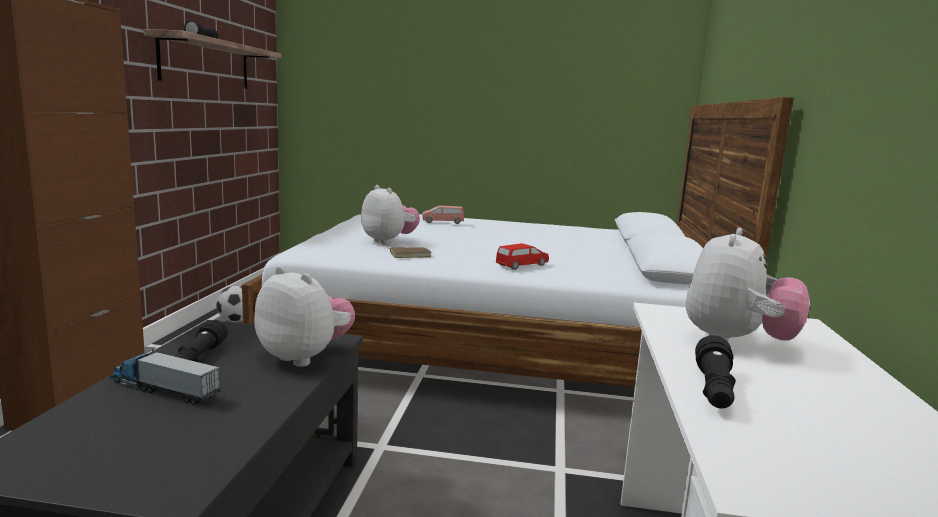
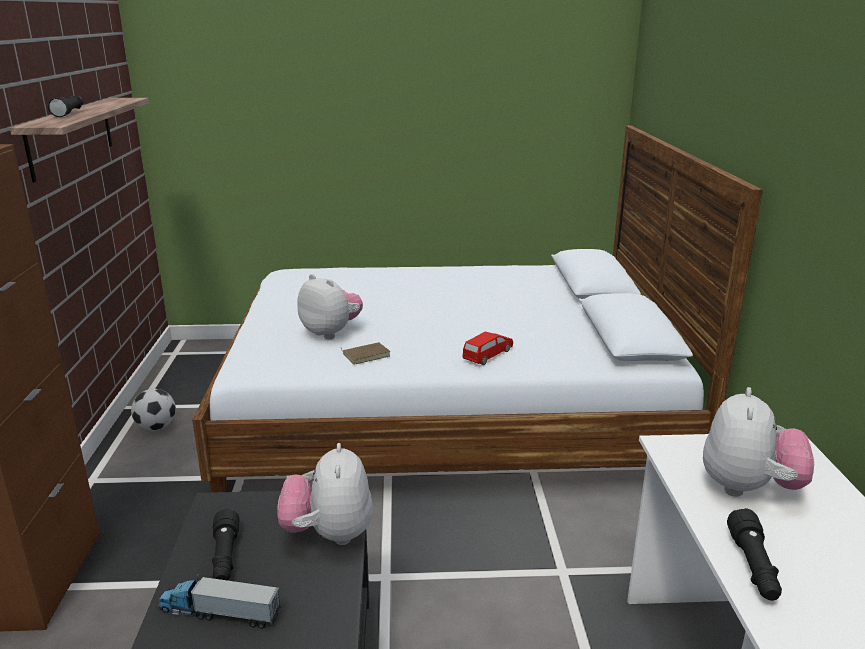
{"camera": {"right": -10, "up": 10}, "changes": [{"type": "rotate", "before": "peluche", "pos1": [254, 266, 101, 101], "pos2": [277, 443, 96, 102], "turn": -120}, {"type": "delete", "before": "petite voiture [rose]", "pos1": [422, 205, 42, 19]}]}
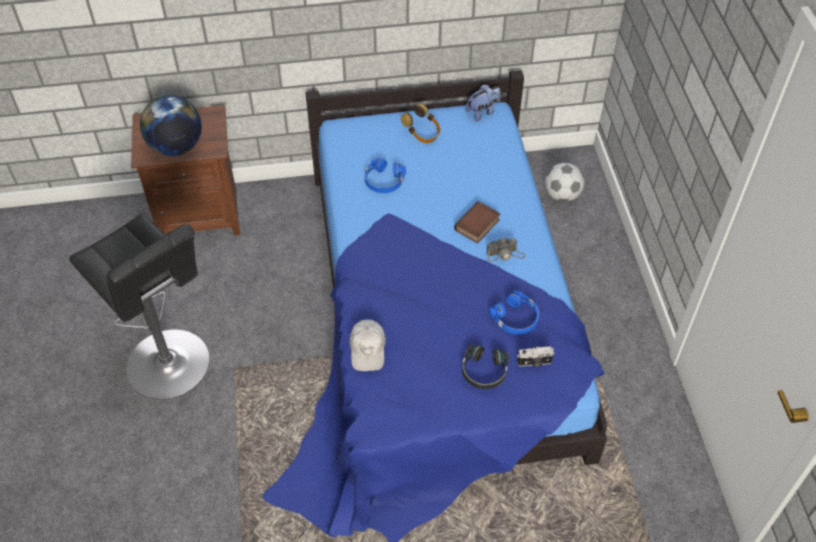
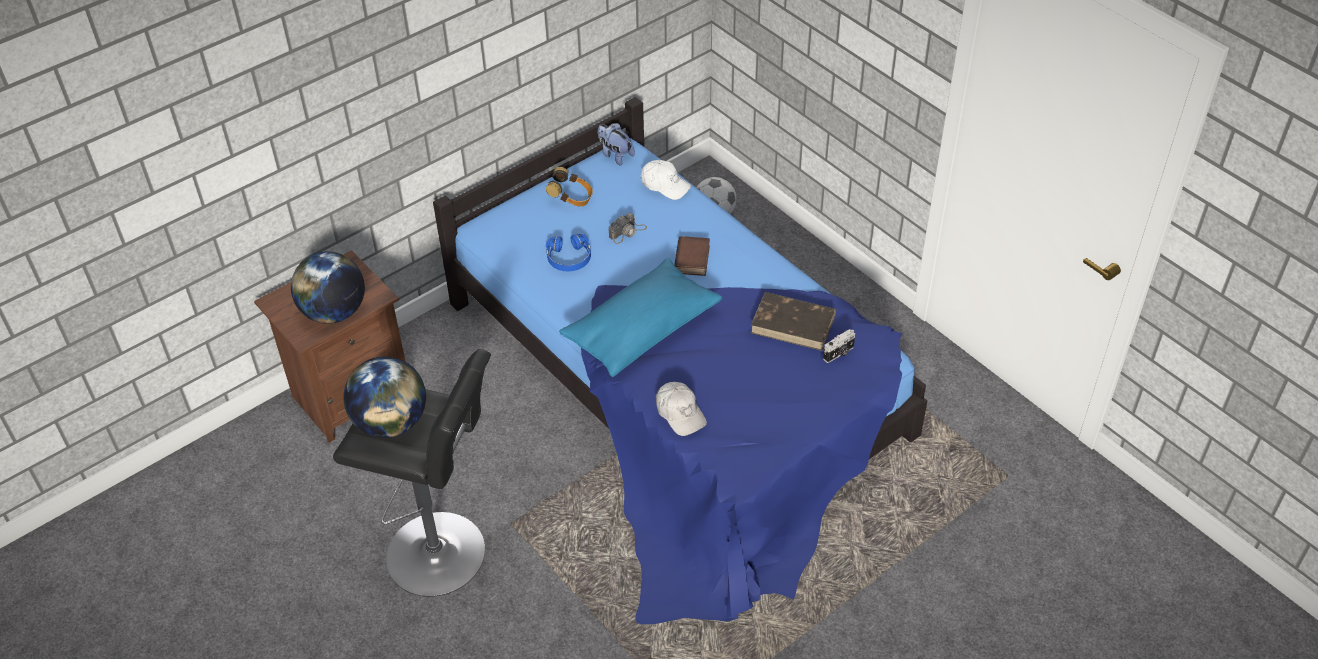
{"camera": {"right": -30, "up": -5}, "changes": [{"type": "insert", "after": "globe", "pos2": [343, 356, 83, 82]}, {"type": "insert", "after": "coussin [bleu]", "pos2": [559, 258, 163, 119]}, {"type": "rotate", "before": "peluche", "pos1": [465, 85, 36, 37], "pos2": [598, 123, 37, 43], "turn": -75}, {"type": "move", "before": "appareil photo", "pos1": [487, 238, 38, 24], "pos2": [609, 213, 38, 31]}, {"type": "insert", "after": "casquette [blanc]", "pos2": [641, 160, 50, 40]}, {"type": "replace", "before": "casque audio [bleu]", "after": "livre [marron]", "pos1": [489, 291, 50, 43], "pos2": [751, 292, 85, 59]}, {"type": "delete", "before": "casque audio [noir]", "pos1": [462, 344, 47, 45]}]}
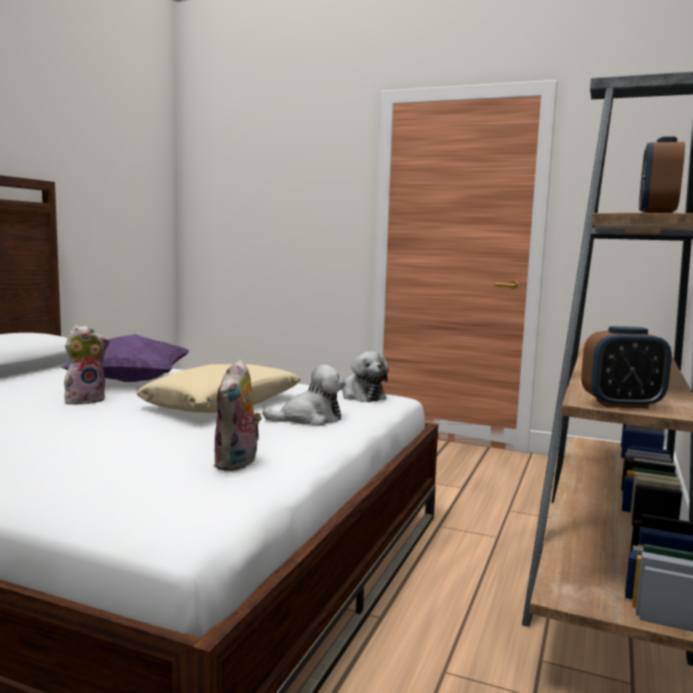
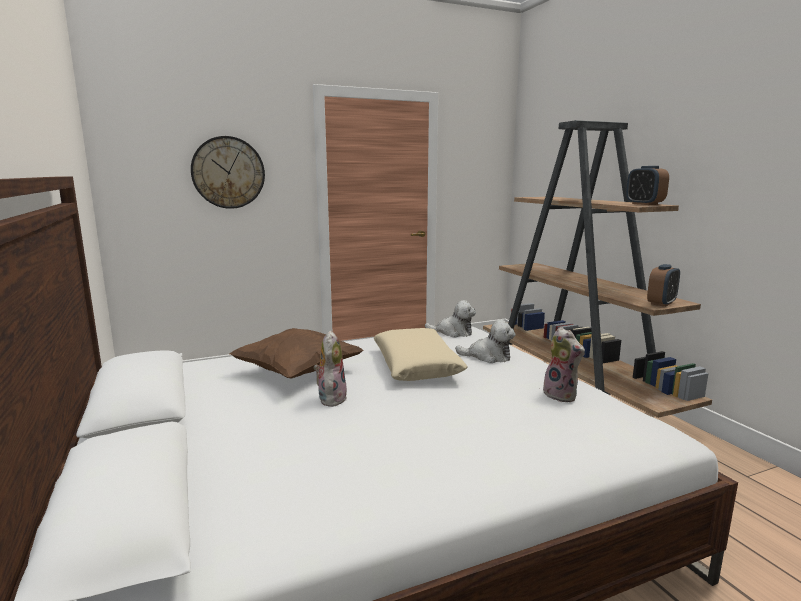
{"camera": {"right": -45, "up": 5}, "changes": [{"type": "insert", "after": "horloge murale", "pos2": [191, 136, 74, 73]}, {"type": "recolor", "before": "coussin [violet]", "after": "coussin [marron]", "pos1": [61, 334, 128, 48], "pos2": [229, 328, 134, 50]}, {"type": "rotate", "before": "peluche", "pos1": [262, 365, 84, 61], "pos2": [455, 320, 61, 43], "turn": 75}]}
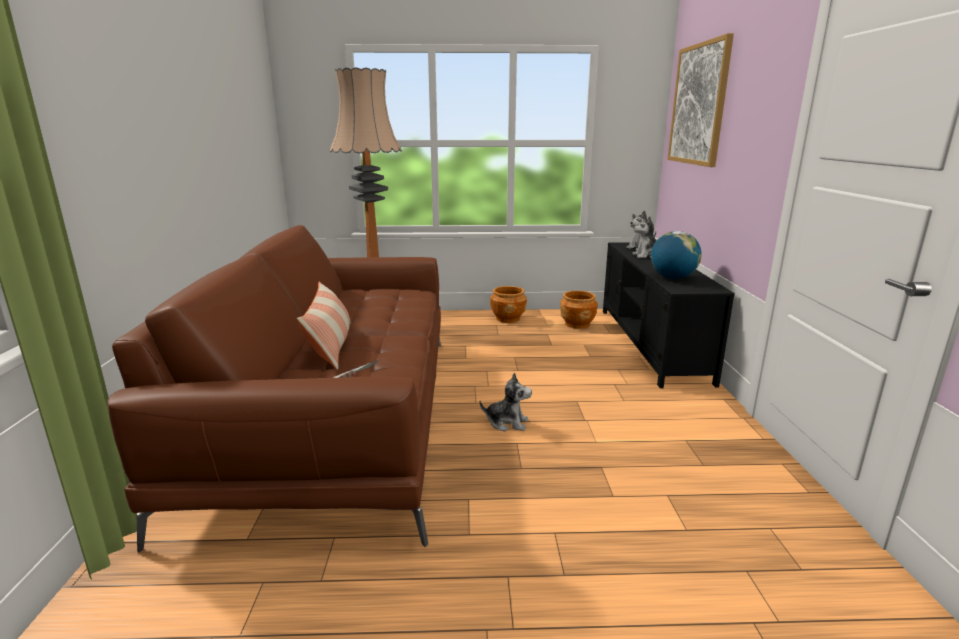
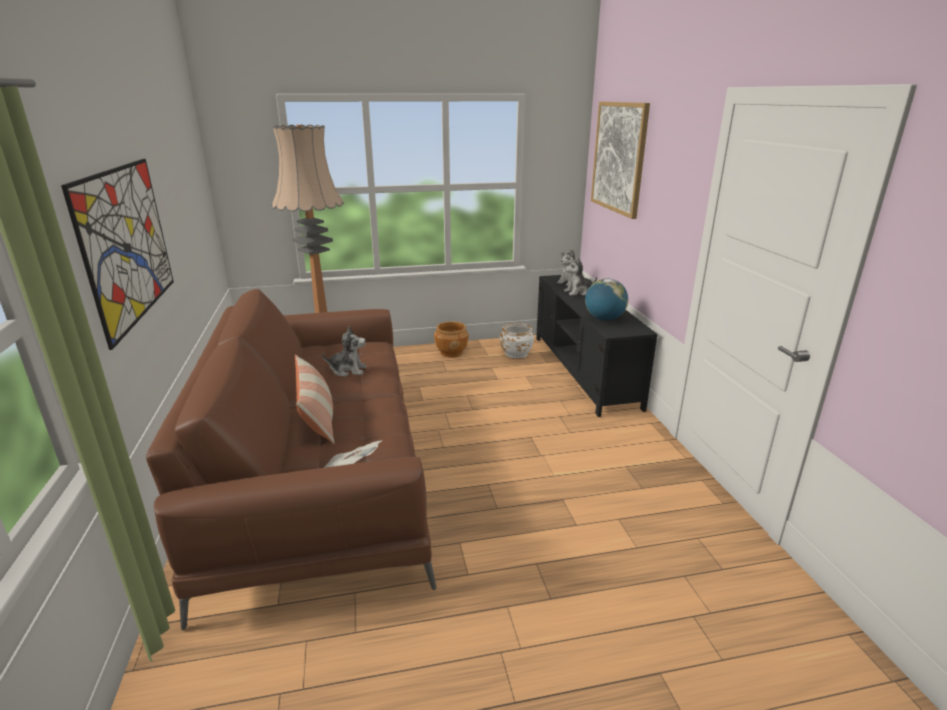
{"camera": {"right": -10, "up": 5}, "changes": [{"type": "insert", "after": "tableau", "pos2": [61, 159, 113, 191]}, {"type": "move", "before": "peluche", "pos1": [480, 372, 52, 60], "pos2": [322, 326, 45, 51]}, {"type": "recolor", "before": "cache-pot [marron]", "after": "cache-pot [blanc]", "pos1": [560, 291, 38, 38], "pos2": [500, 323, 34, 36]}]}
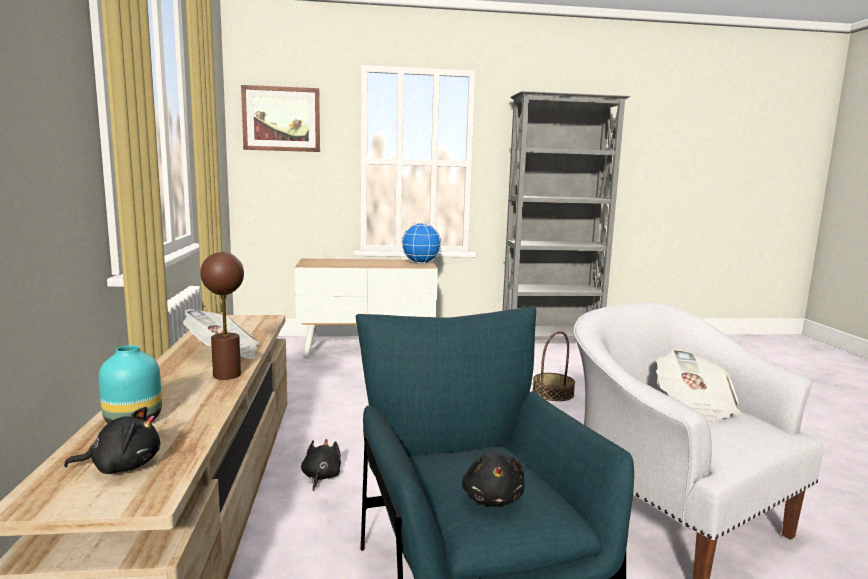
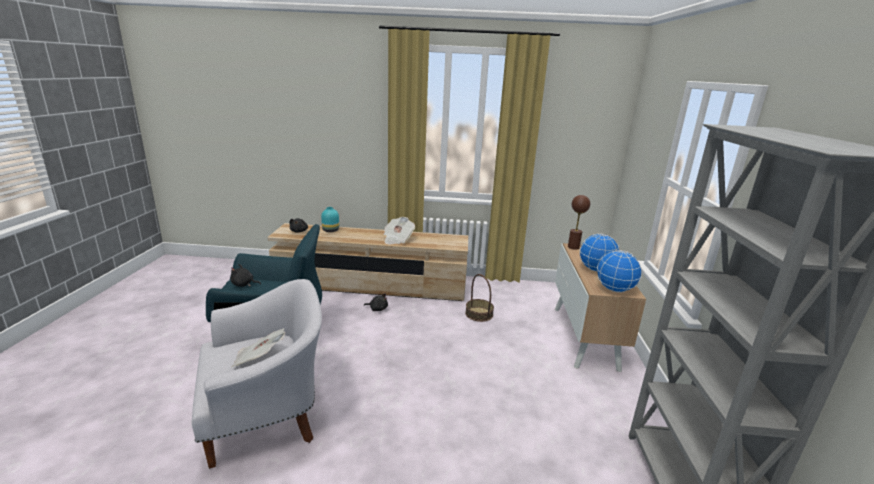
{"camera": {"right": 100, "up": 10}, "changes": [{"type": "move", "before": "panier", "pos1": [532, 331, 43, 70], "pos2": [465, 274, 29, 48]}, {"type": "move", "before": "lampe de table [marron]", "pos1": [200, 252, 44, 128], "pos2": [568, 195, 22, 55]}, {"type": "insert", "after": "globe", "pos2": [580, 234, 40, 38]}, {"type": "delete", "before": "tableau", "pos1": [241, 85, 79, 67]}]}
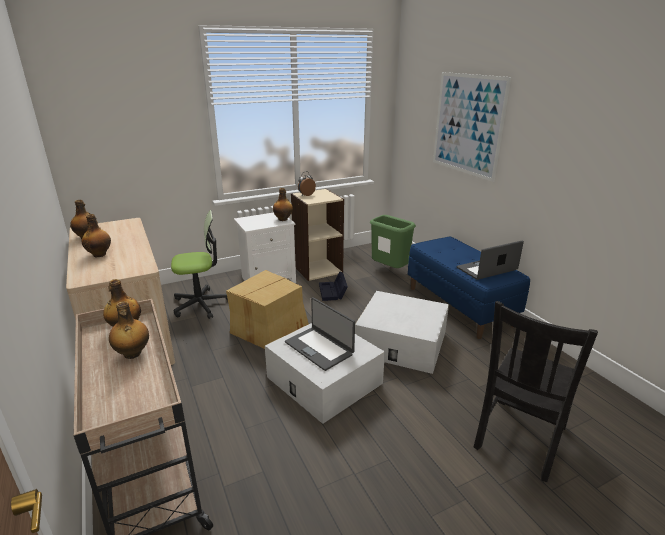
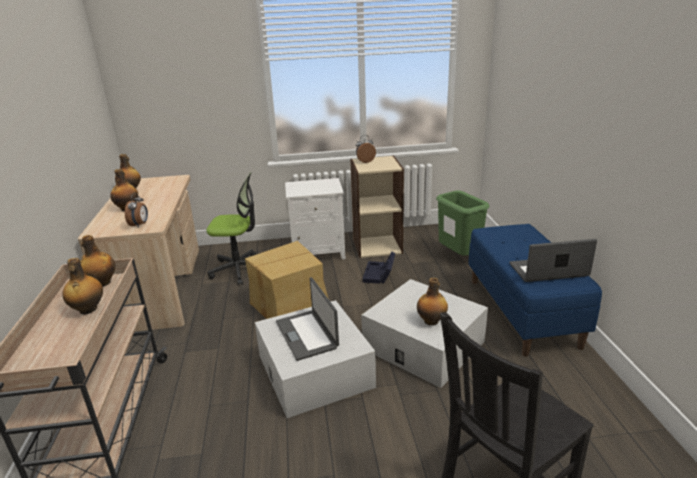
{"camera": {"right": 20, "up": 0}, "changes": [{"type": "insert", "after": "réveil", "pos2": [125, 193, 23, 35]}, {"type": "move", "before": "bouteille", "pos1": [273, 188, 20, 33], "pos2": [417, 277, 31, 48]}, {"type": "delete", "before": "tableau", "pos1": [433, 72, 78, 110]}]}
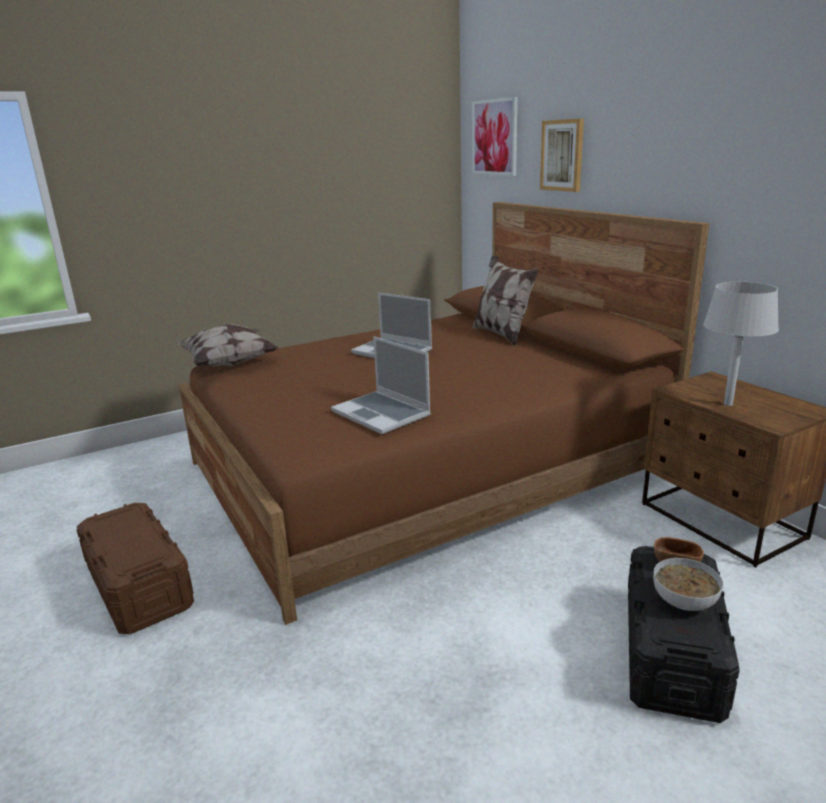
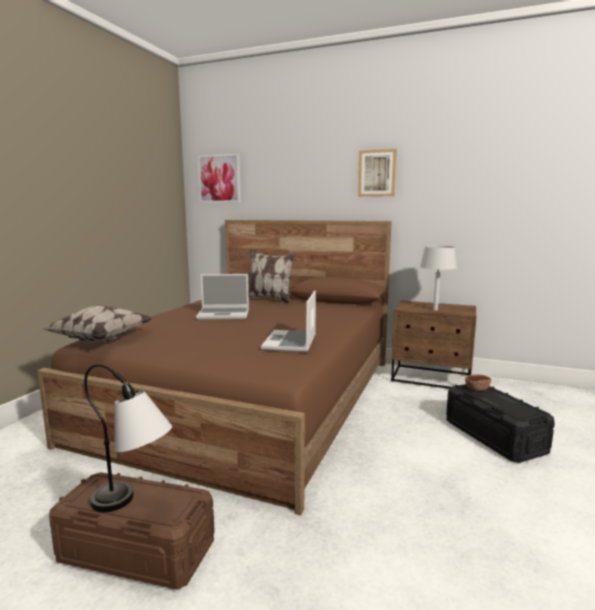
{"camera": {"right": -40, "up": -10}, "changes": [{"type": "insert", "after": "lampe de table", "pos2": [84, 364, 88, 148]}, {"type": "rotate", "before": "ordinateur portable", "pos1": [331, 336, 100, 98], "pos2": [261, 290, 55, 62], "turn": 90}, {"type": "move", "before": "tableau", "pos1": [540, 118, 44, 74], "pos2": [358, 149, 39, 48]}, {"type": "delete", "before": "bol", "pos1": [653, 558, 70, 53]}]}
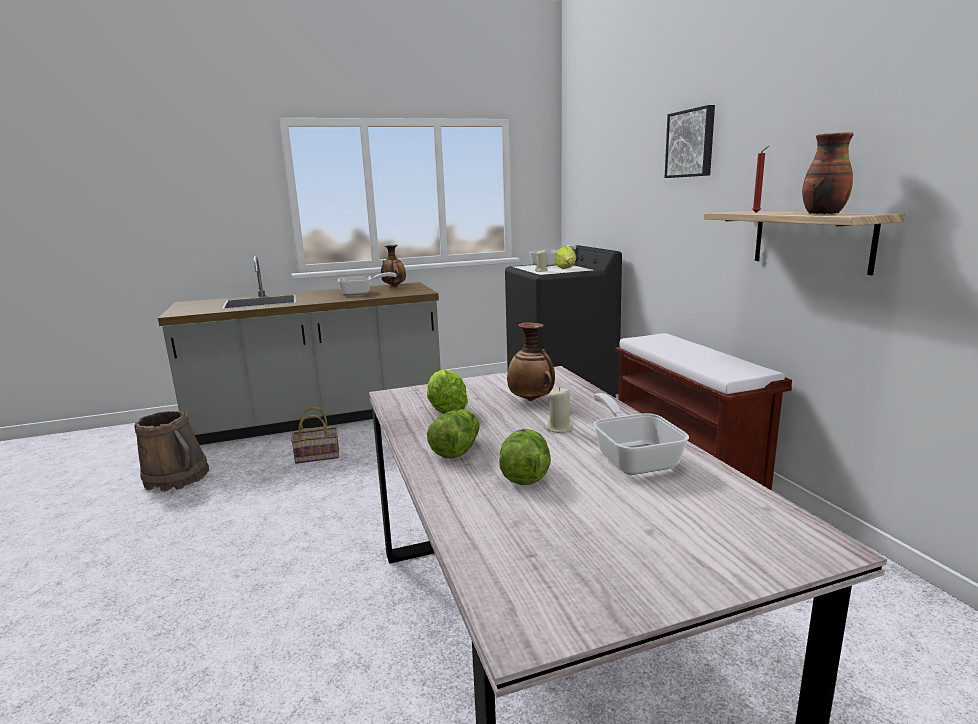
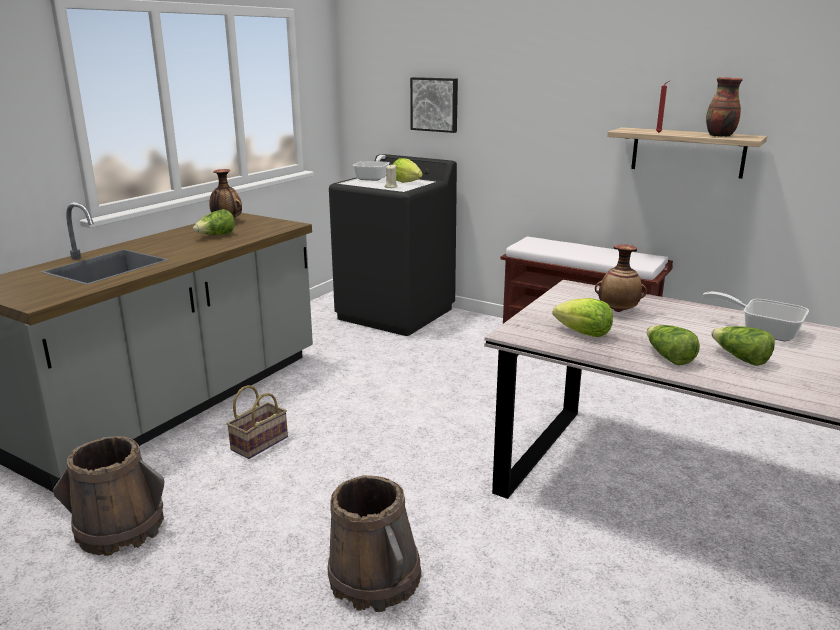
{"camera": {"right": -40, "up": 5}, "changes": [{"type": "replace", "before": "poêle", "after": "laitue", "pos1": [338, 272, 59, 23], "pos2": [193, 209, 42, 26]}, {"type": "insert", "after": "seau [marron]", "pos2": [328, 475, 94, 137]}, {"type": "move", "before": "tableau", "pos1": [665, 105, 50, 73], "pos2": [410, 77, 48, 56]}, {"type": "delete", "before": "bougie [beige]", "pos1": [547, 387, 26, 46]}]}
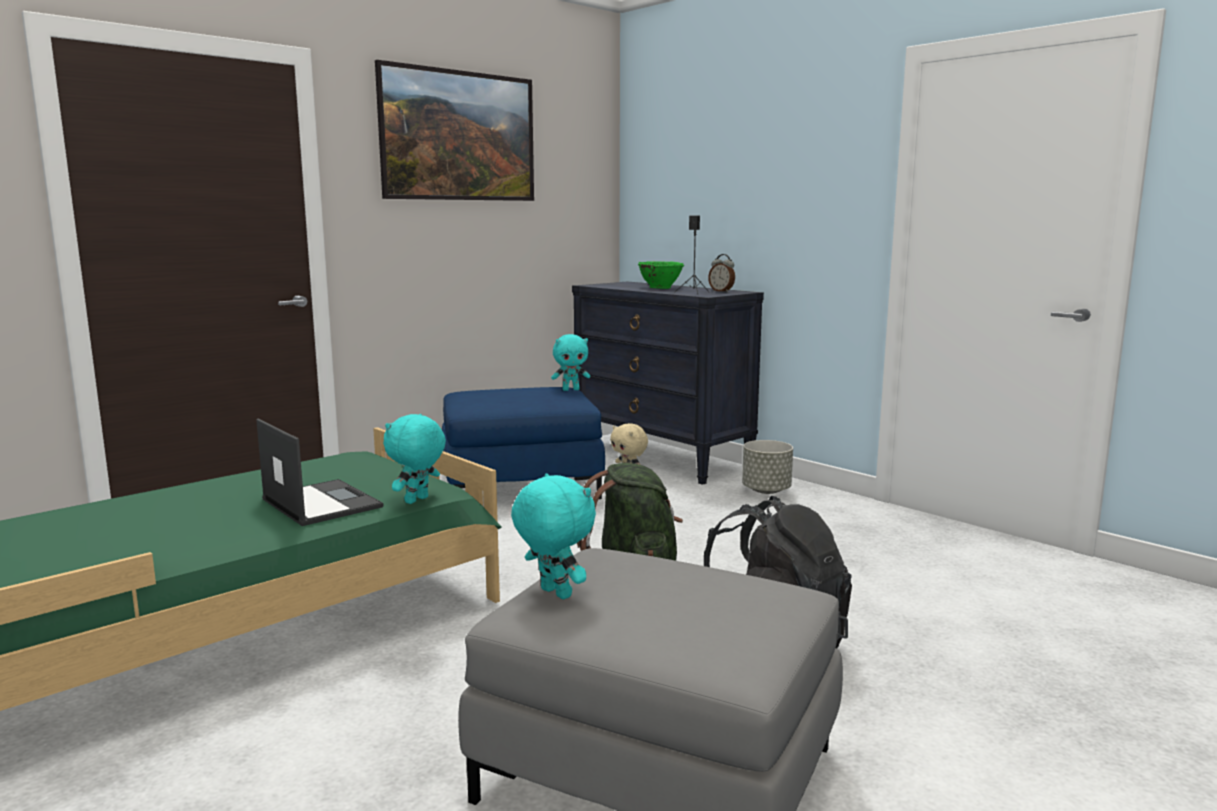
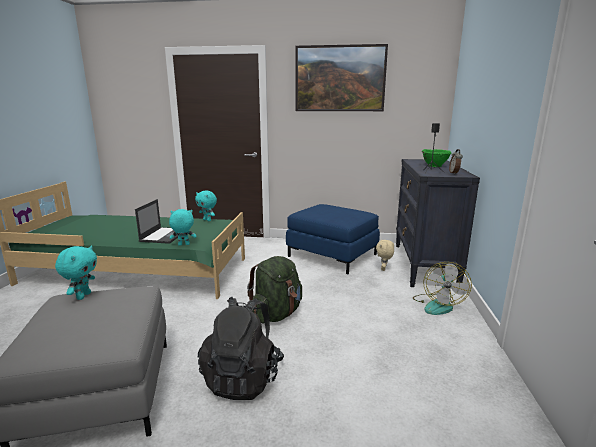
{"camera": {"right": 50, "up": 5}, "changes": [{"type": "move", "before": "peluche [turquoise]", "pos1": [551, 334, 39, 57], "pos2": [195, 191, 22, 30]}, {"type": "replace", "before": "cache-pot [gris]", "after": "ventilateur", "pos1": [742, 440, 51, 54], "pos2": [413, 262, 59, 53]}]}
